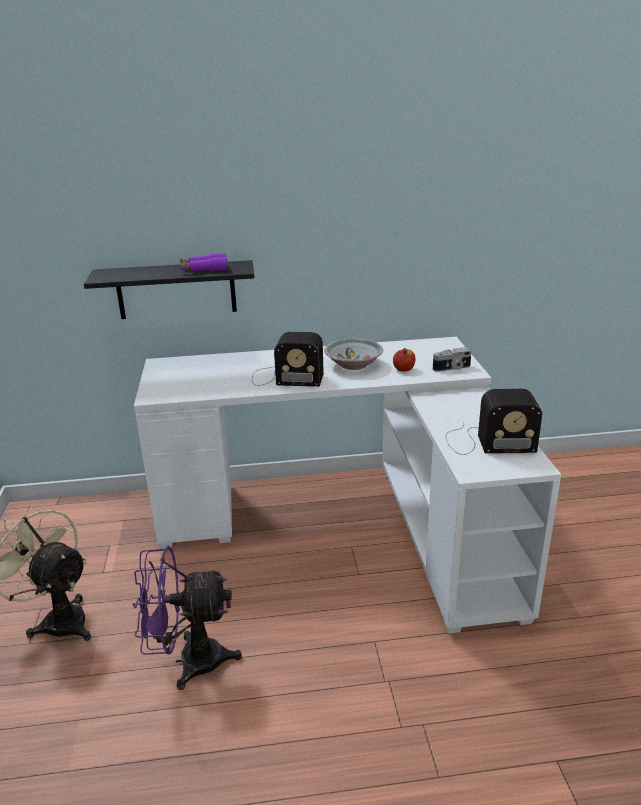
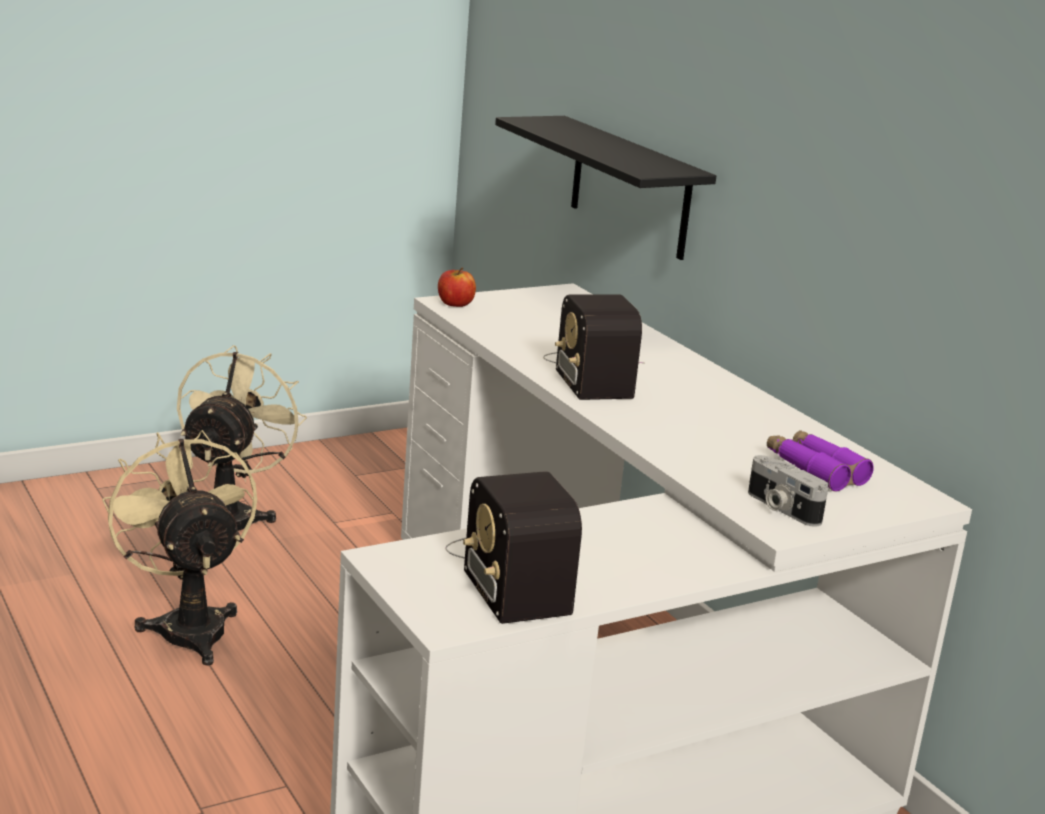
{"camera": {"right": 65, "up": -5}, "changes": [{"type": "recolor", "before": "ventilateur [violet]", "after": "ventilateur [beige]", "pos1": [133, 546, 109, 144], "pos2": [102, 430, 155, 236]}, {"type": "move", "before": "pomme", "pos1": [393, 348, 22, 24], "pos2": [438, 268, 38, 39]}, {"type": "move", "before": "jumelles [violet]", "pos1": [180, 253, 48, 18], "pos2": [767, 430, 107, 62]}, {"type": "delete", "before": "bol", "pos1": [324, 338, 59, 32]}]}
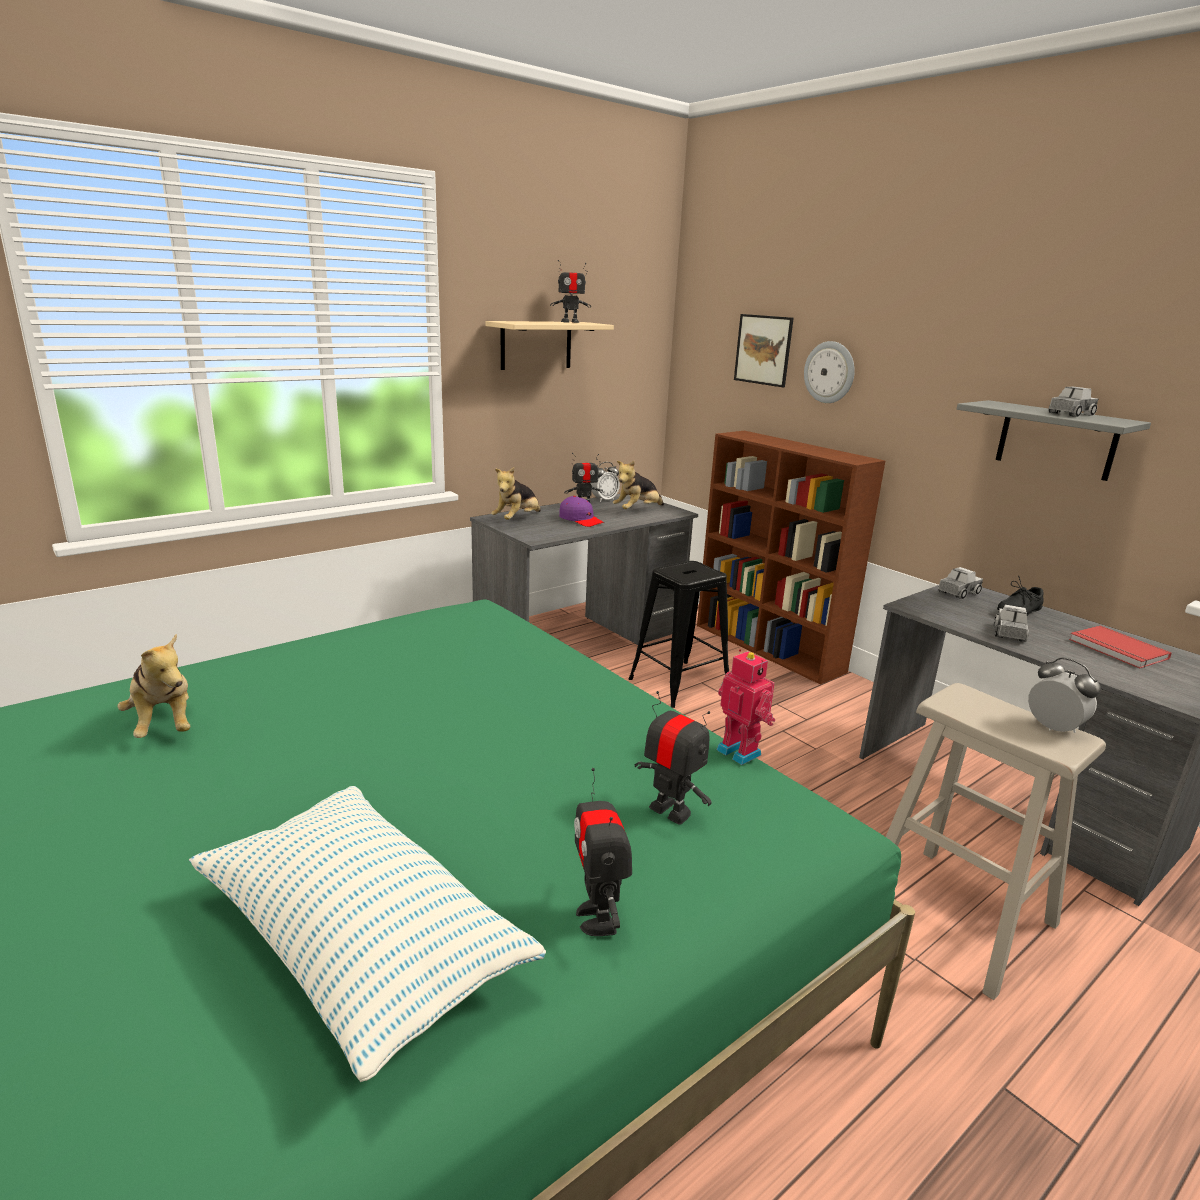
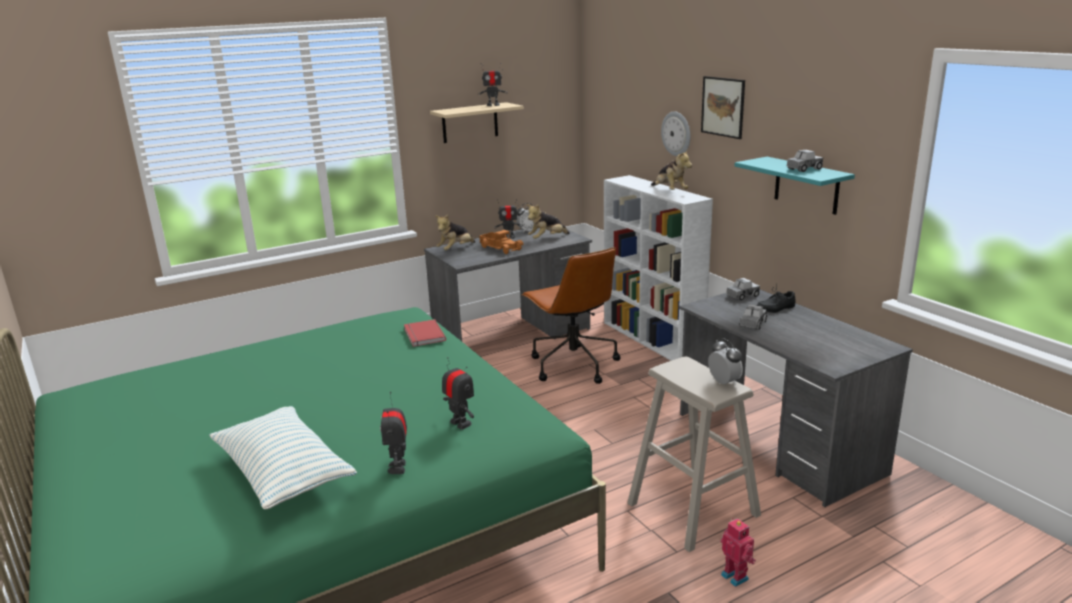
{"camera": {"right": 10, "up": 0}, "changes": [{"type": "move", "before": "livre [rouge]", "pos1": [1069, 626, 102, 42], "pos2": [404, 319, 42, 28]}, {"type": "replace", "before": "casquette [violet]", "after": "camion jouet", "pos1": [559, 496, 45, 31], "pos2": [479, 230, 44, 24]}, {"type": "replace", "before": "tabouret [noir]", "after": "chaise de bureau [marron]", "pos1": [628, 561, 101, 147], "pos2": [522, 247, 98, 137]}, {"type": "recolor", "before": "bibliothèque [marron]", "after": "bibliothèque [blanc]", "pos1": [697, 431, 188, 254], "pos2": [604, 175, 109, 186]}, {"type": "move", "before": "peluche", "pos1": [117, 634, 73, 104], "pos2": [651, 149, 41, 41]}, {"type": "move", "before": "tableau", "pos1": [734, 314, 60, 73], "pos2": [701, 76, 44, 63]}, {"type": "move", "before": "robot jouet", "pos1": [717, 649, 58, 116], "pos2": [721, 518, 35, 69]}, {"type": "recolor", "before": "étagère [gris]", "after": "étagère [turquoise]", "pos1": [957, 400, 194, 81], "pos2": [734, 157, 121, 58]}]}
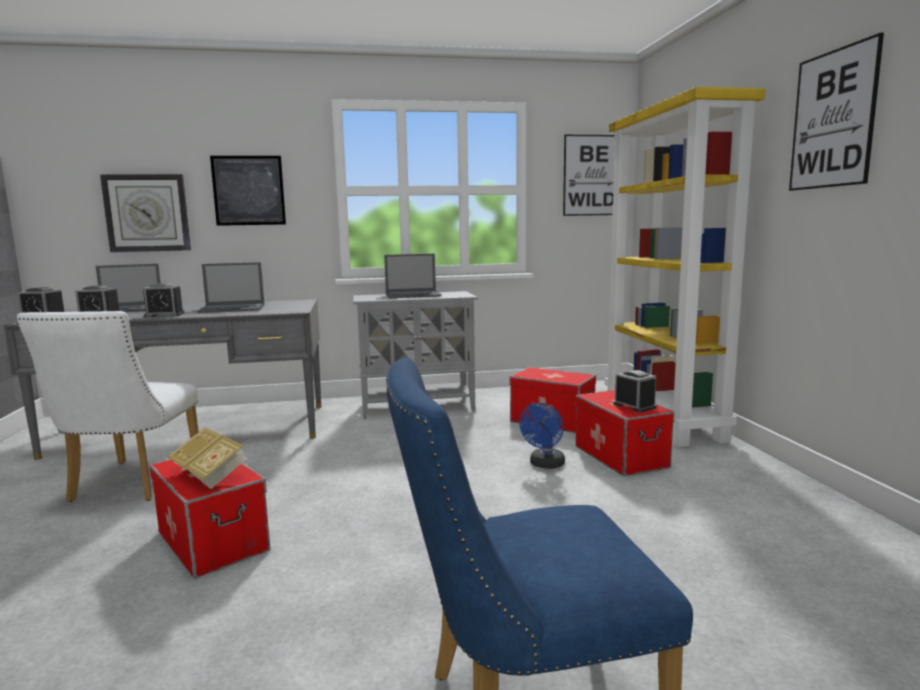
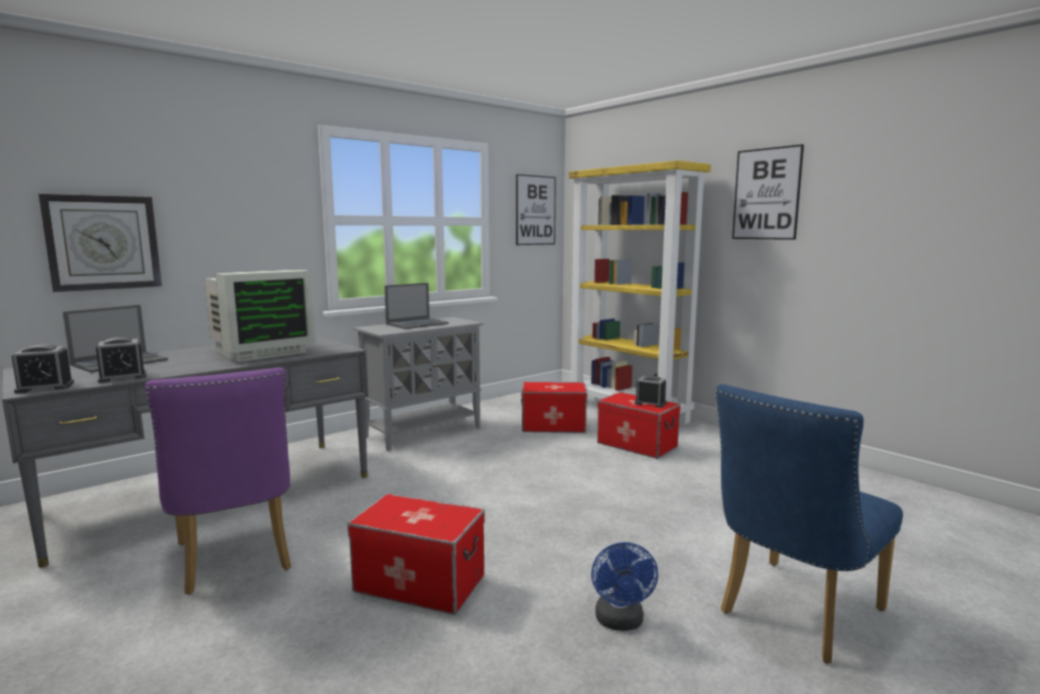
{"camera": {"right": -30, "up": 0}, "changes": [{"type": "recolor", "before": "chaise [blanc]", "after": "chaise [violet]", "pos1": [16, 311, 183, 191], "pos2": [145, 368, 146, 227]}, {"type": "replace", "before": "ordinateur portable", "after": "écran d'ordinateur", "pos1": [197, 262, 68, 51], "pos2": [205, 269, 111, 93]}, {"type": "move", "before": "ventilateur [bleu]", "pos1": [519, 403, 46, 66], "pos2": [591, 542, 67, 89]}, {"type": "delete", "before": "réveil", "pos1": [143, 283, 41, 35]}, {"type": "delete", "before": "livre", "pos1": [167, 427, 80, 62]}, {"type": "delete", "before": "tableau", "pos1": [210, 156, 76, 70]}]}
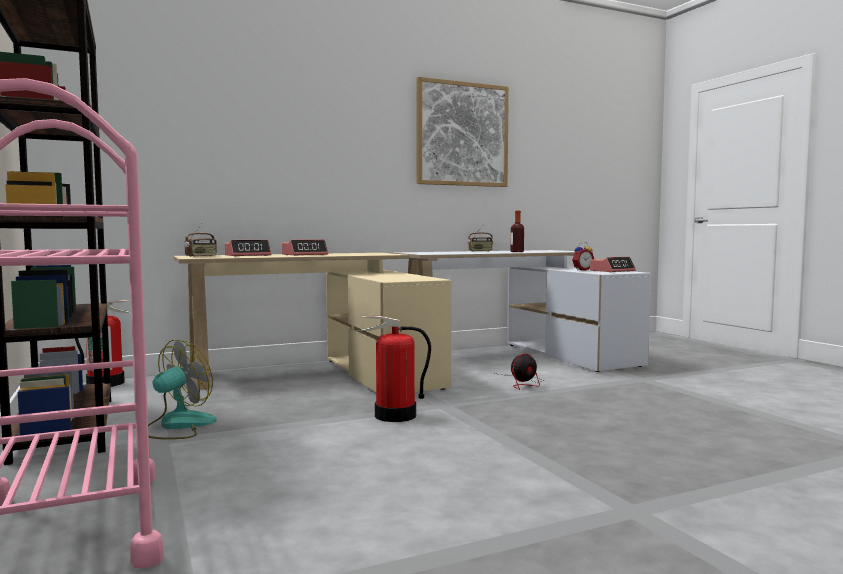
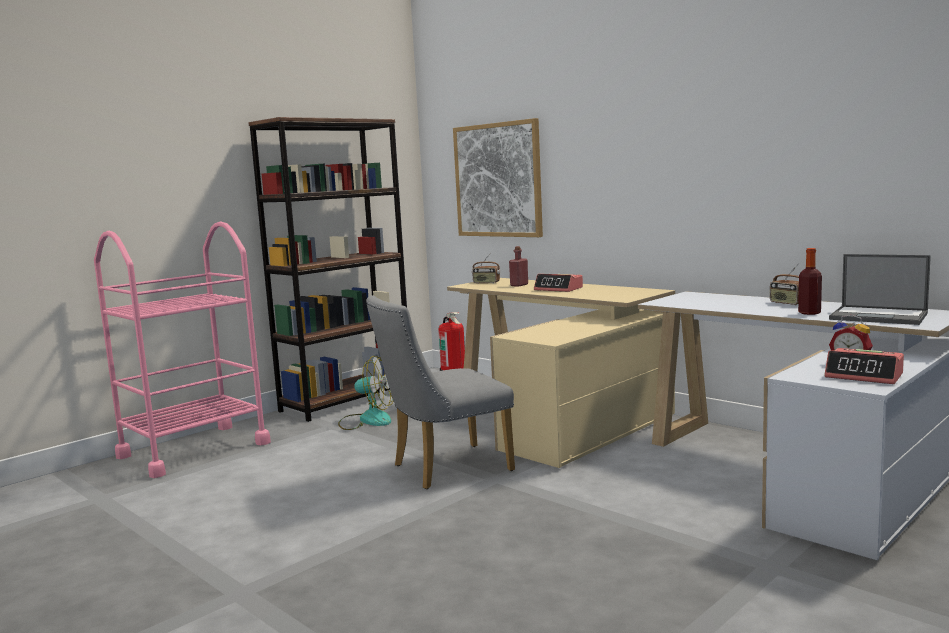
{"camera": {"right": 70, "up": 5}, "changes": [{"type": "replace", "before": "extincteur", "after": "chaise [gris]", "pos1": [358, 315, 73, 107], "pos2": [366, 295, 149, 194]}, {"type": "move", "before": "tableau", "pos1": [417, 77, 92, 110], "pos2": [453, 118, 90, 119]}, {"type": "replace", "before": "réveil", "after": "bouteille [rouge]", "pos1": [225, 240, 46, 17], "pos2": [509, 246, 19, 41]}, {"type": "insert", "after": "ordinateur portable", "pos2": [829, 254, 102, 71]}, {"type": "delete", "before": "ventilateur", "pos1": [495, 354, 48, 36]}]}
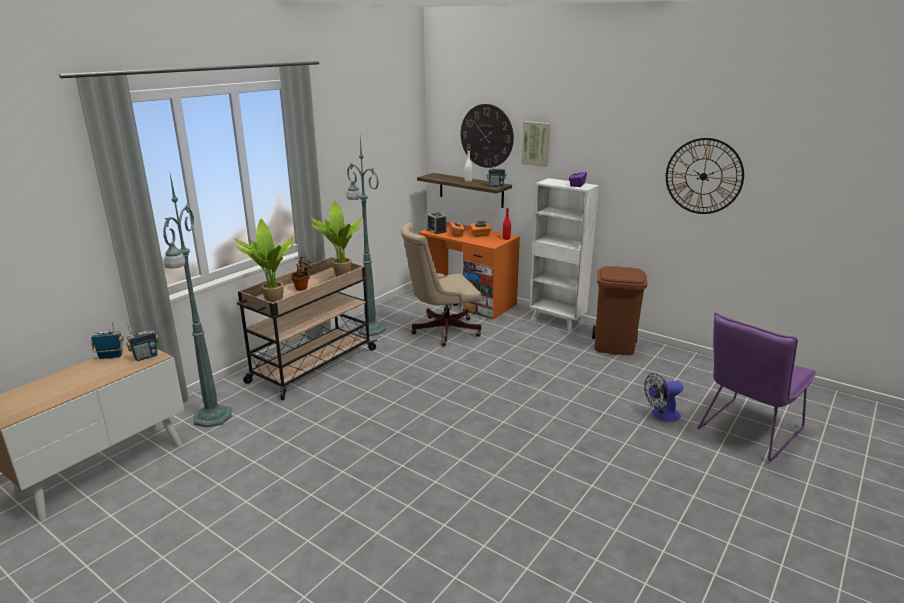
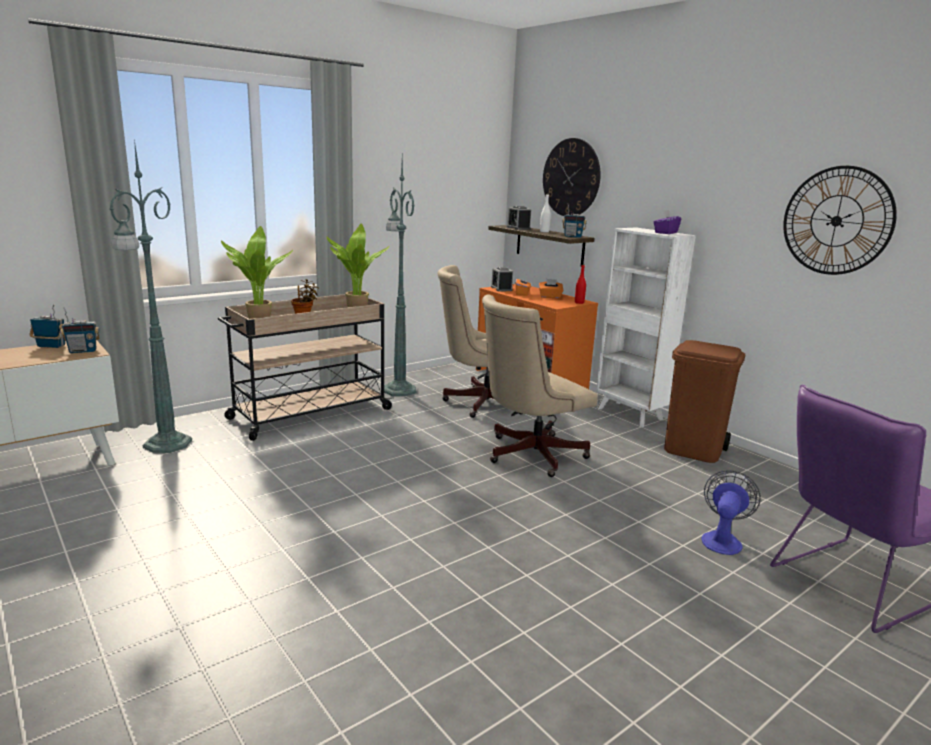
{"camera": {"right": 15, "up": -5}, "changes": [{"type": "insert", "after": "chaise de bureau [beige]", "pos2": [482, 294, 116, 183]}, {"type": "insert", "after": "réveil", "pos2": [507, 206, 24, 24]}, {"type": "rotate", "before": "ventilateur", "pos1": [644, 373, 39, 49], "pos2": [701, 470, 60, 85], "turn": 120}, {"type": "delete", "before": "tableau", "pos1": [521, 121, 30, 46]}]}
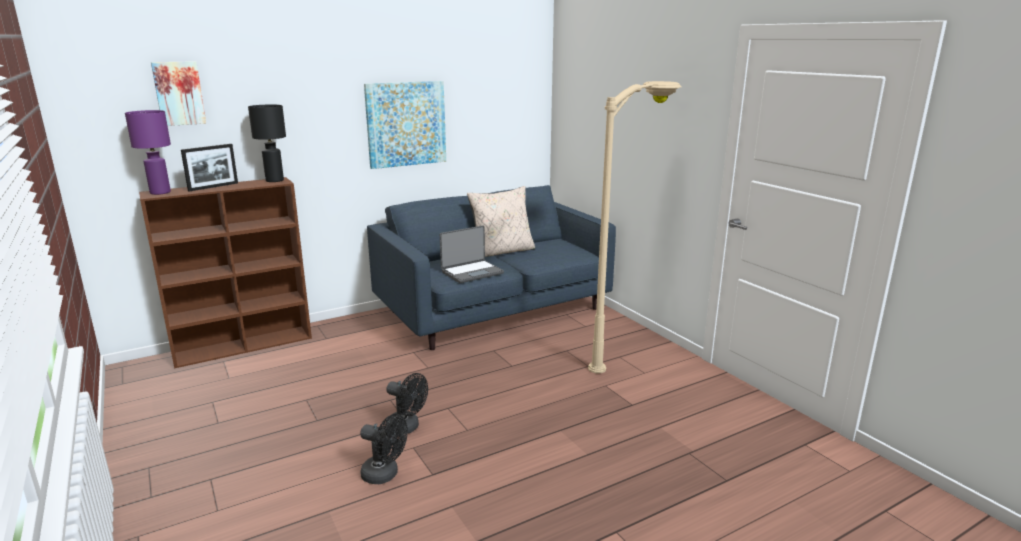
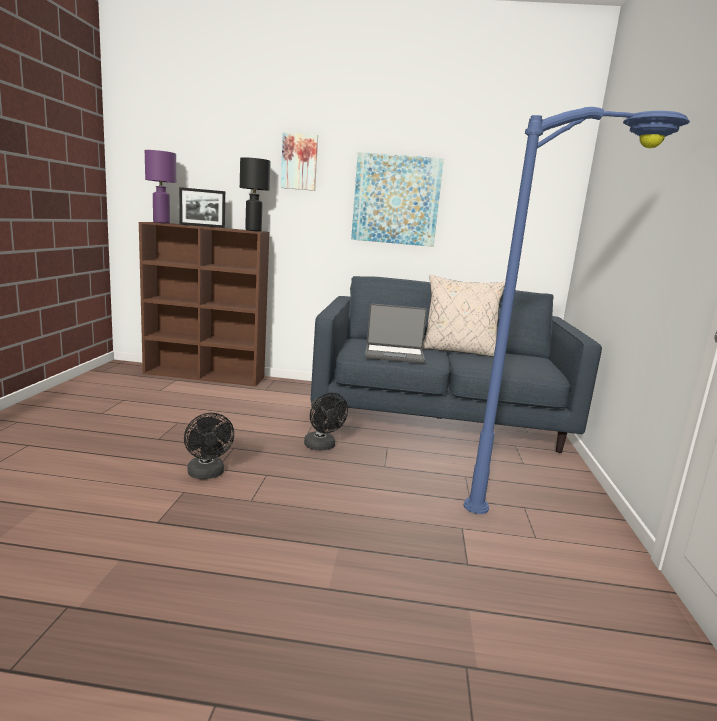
{"camera": {"right": 35, "up": -5}, "changes": [{"type": "move", "before": "tableau", "pos1": [151, 61, 55, 65], "pos2": [281, 132, 37, 59]}, {"type": "move", "before": "ventilateur [noir]", "pos1": [360, 414, 48, 70], "pos2": [304, 393, 44, 58]}, {"type": "recolor", "before": "lampadaire [beige]", "after": "lampadaire [bleu]", "pos1": [588, 81, 94, 292], "pos2": [464, 107, 226, 407]}]}
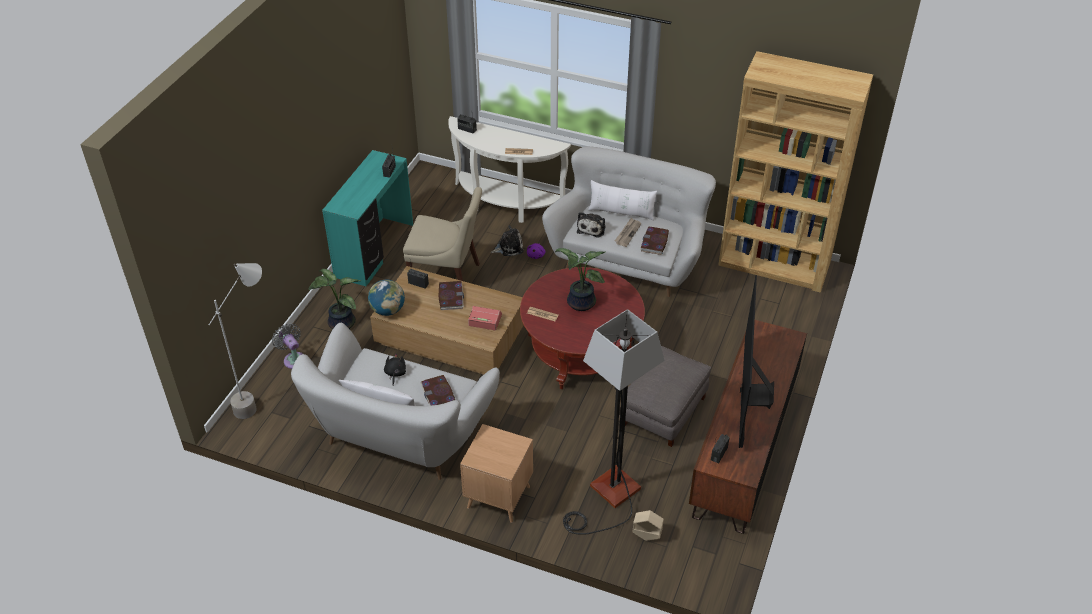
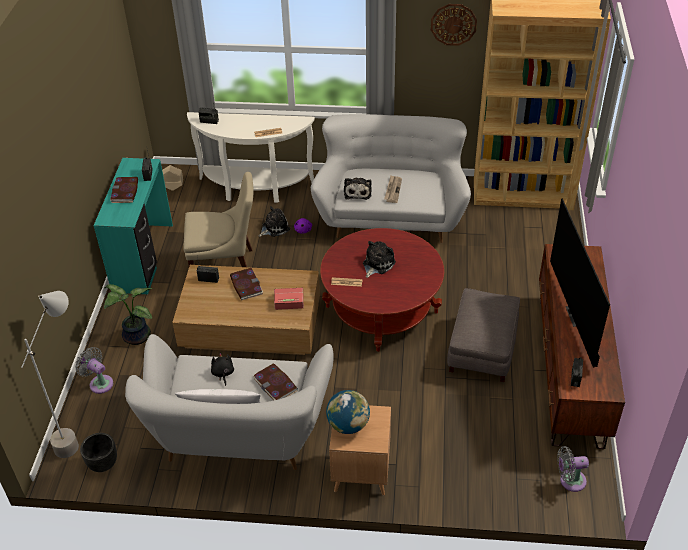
{"camera": {"right": -15, "up": 0}, "changes": [{"type": "insert", "after": "cache-pot [noir]", "pos2": [80, 433, 37, 39]}, {"type": "move", "before": "livre", "pos1": [640, 226, 29, 29], "pos2": [110, 177, 28, 26]}, {"type": "move", "before": "cache-pot [beige]", "pos1": [633, 510, 31, 31], "pos2": [162, 165, 21, 26]}, {"type": "move", "before": "globe", "pos1": [368, 280, 37, 36], "pos2": [326, 390, 44, 44]}, {"type": "replace", "before": "plante en pot", "after": "peluche", "pos1": [555, 248, 51, 63], "pos2": [363, 241, 33, 37]}, {"type": "insert", "after": "horloge murale", "pos2": [431, 4, 46, 42]}, {"type": "insert", "after": "ventilateur [gris]", "pos2": [557, 446, 32, 46]}, {"type": "delete", "before": "lampadaire", "pos1": [563, 309, 102, 226]}, {"type": "delete", "before": "coussin [blanc]", "pos1": [588, 180, 69, 40]}]}
